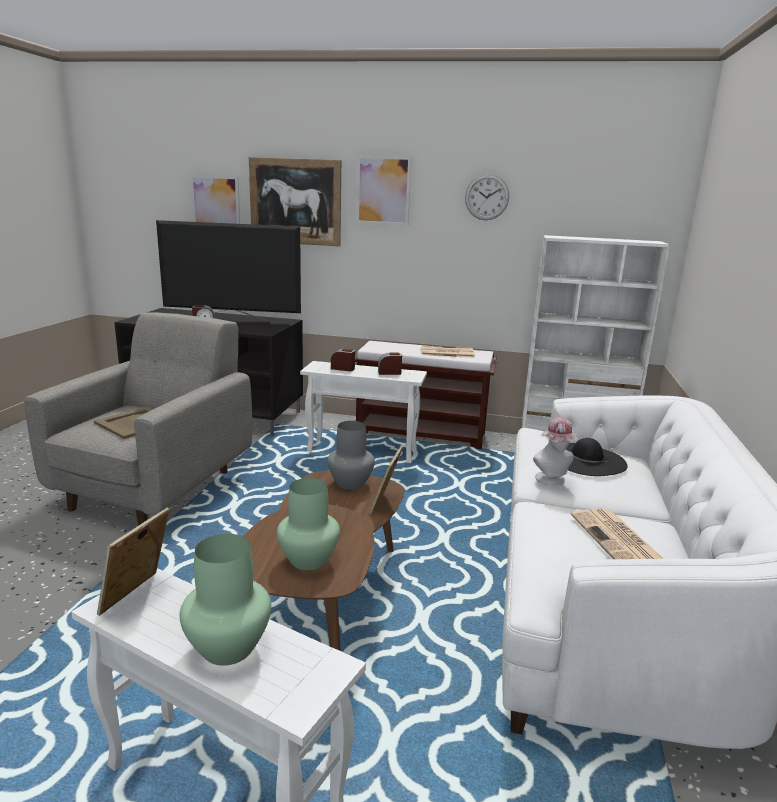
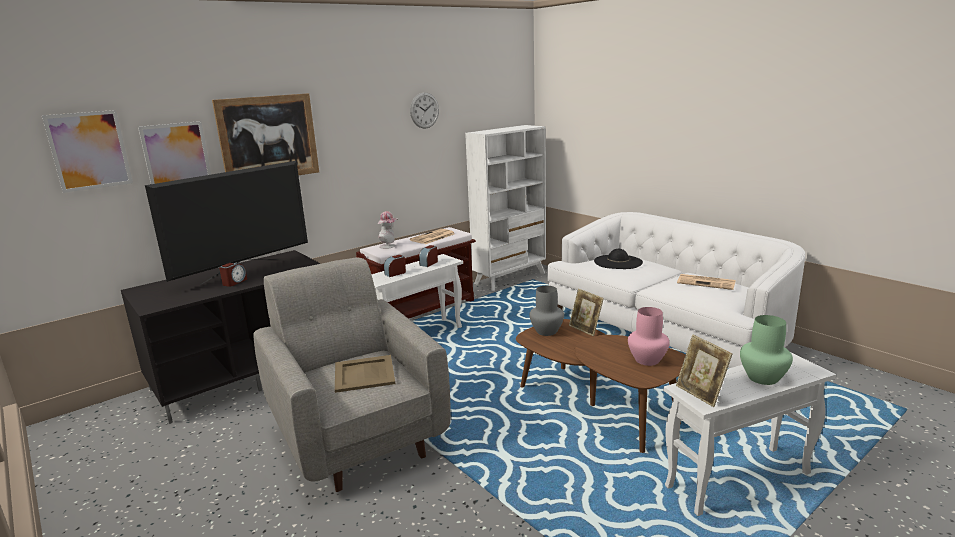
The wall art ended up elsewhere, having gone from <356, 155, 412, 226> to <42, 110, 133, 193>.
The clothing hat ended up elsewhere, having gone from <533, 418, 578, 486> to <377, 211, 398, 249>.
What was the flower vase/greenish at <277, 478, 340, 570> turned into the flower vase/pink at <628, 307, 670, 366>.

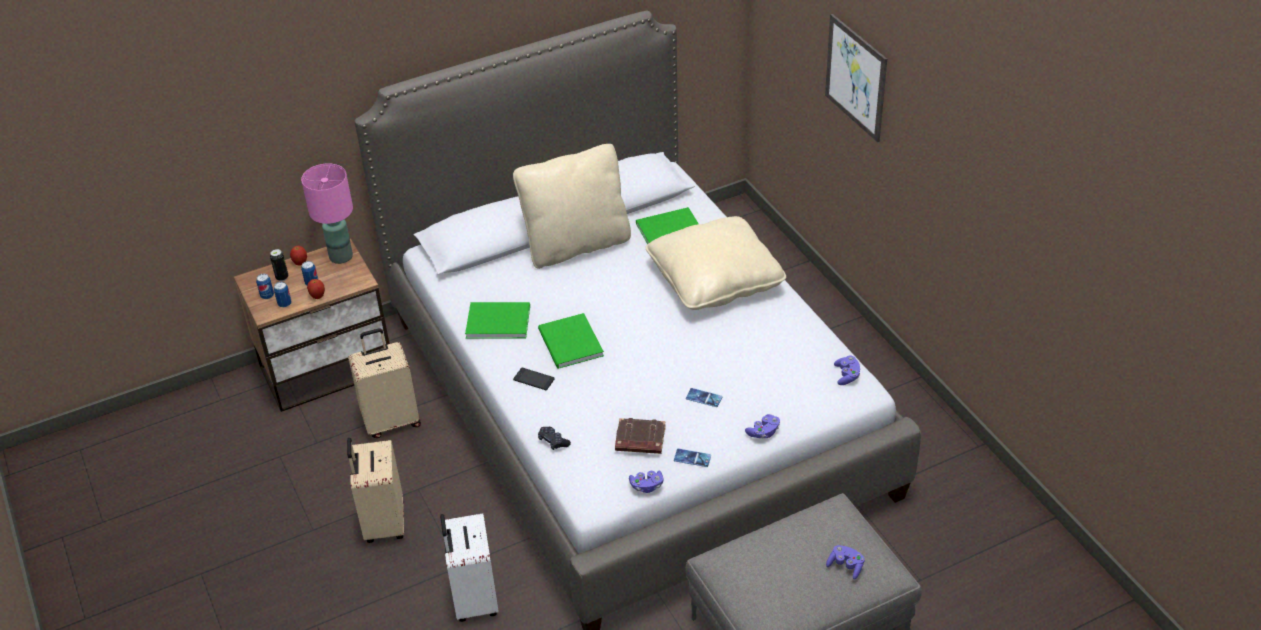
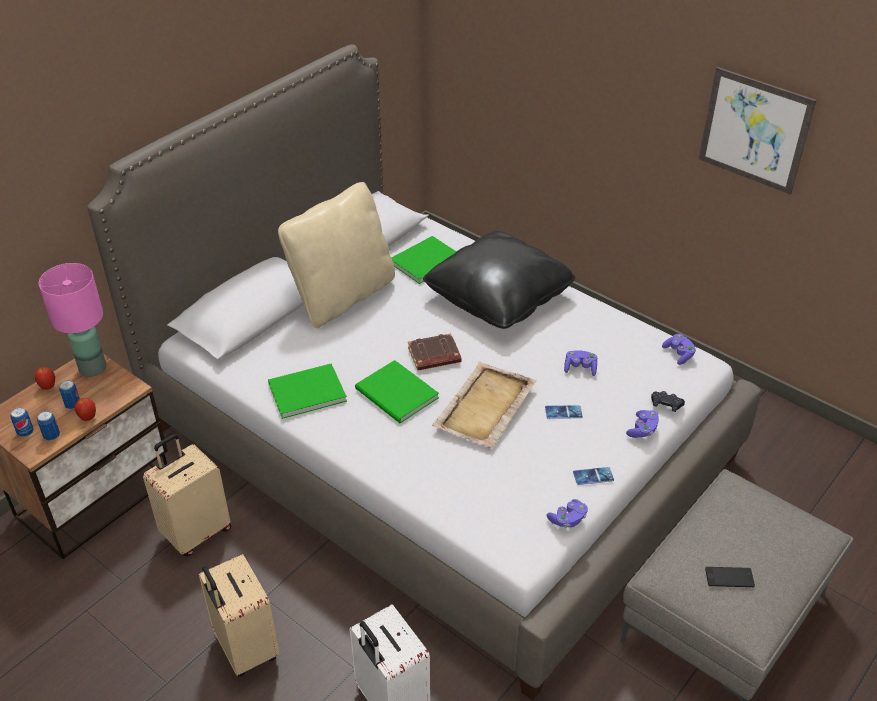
The second view lost the can at <270, 249, 288, 281>.
The second view gained the carrying tray/beige at <432, 362, 537, 448>.
The phone ended up elsewhere, having gone from <513, 368, 555, 390> to <705, 567, 755, 587>.
The gamepad/black-coloured ended up elsewhere, having gone from <538, 427, 571, 450> to <651, 391, 685, 412>.
The book/brownish ended up elsewhere, having gone from <615, 418, 666, 454> to <408, 333, 461, 371>.
The wall art ended up elsewhere, having gone from <825, 14, 887, 142> to <699, 67, 816, 194>.
The gamepad/purple-coloured ended up elsewhere, having gone from <826, 545, 865, 580> to <564, 350, 597, 376>.
What was the cushion/beige at <645, 216, 786, 310> turned into the cushion/black-coloured at <423, 231, 575, 329>.

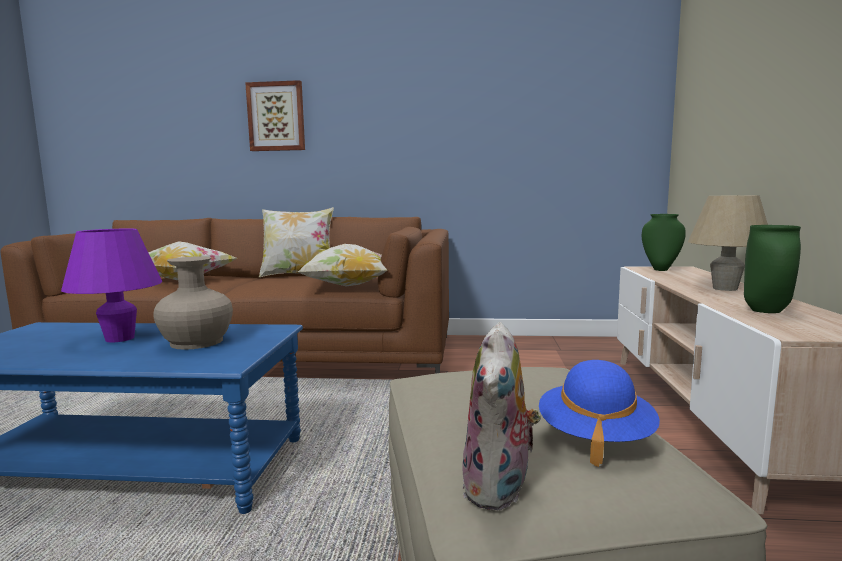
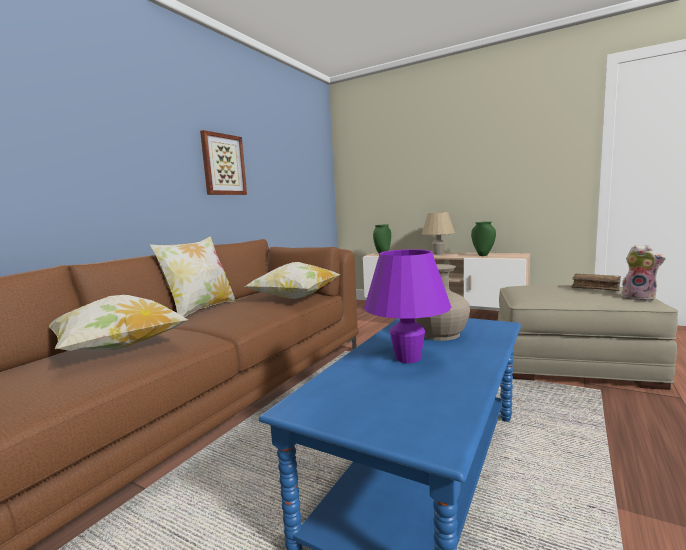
The wall art ended up elsewhere, having gone from <245, 80, 305, 151> to <200, 130, 247, 195>.
Where the clothing hat/blue-coloured stood at <539, 360, 660, 467>, the book/brownish came to stand at <572, 274, 621, 291>.

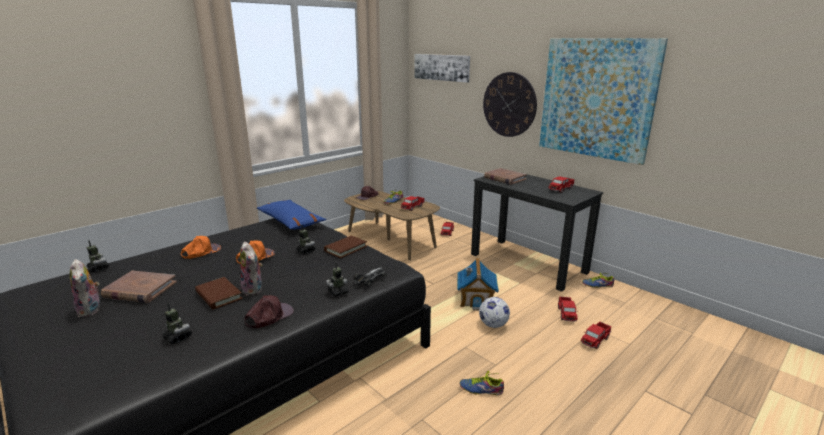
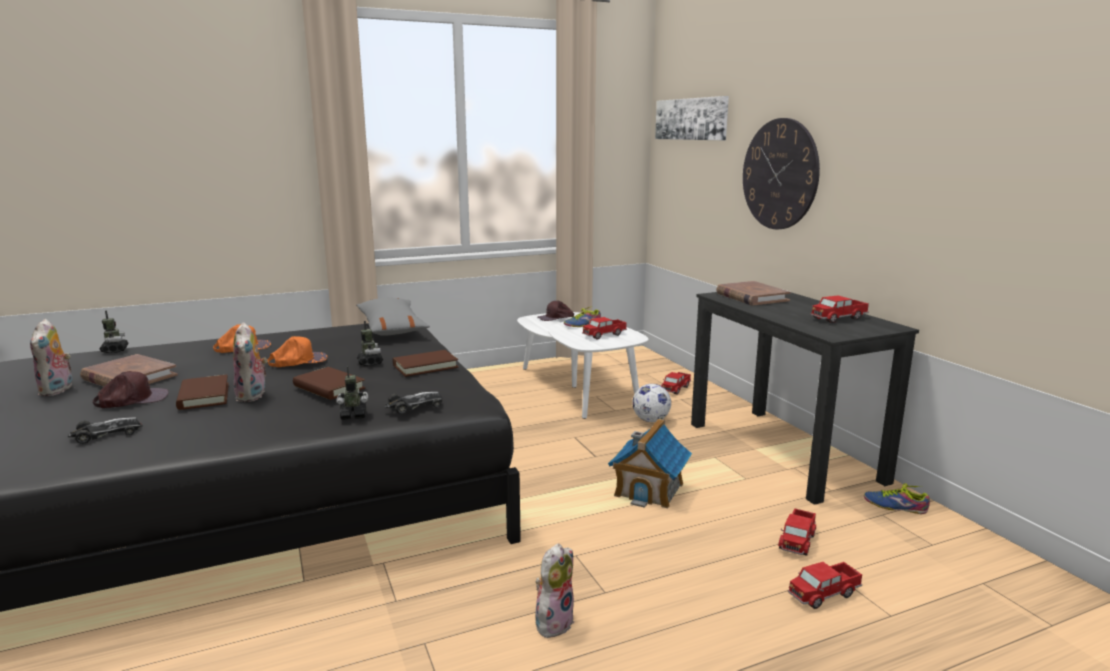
The second view lost the wall art at <539, 38, 668, 165>.
The second view gained the book/brownish at <293, 367, 366, 400>.
The baseball cap/brownish ended up elsewhere, having gone from <245, 295, 294, 328> to <93, 371, 169, 408>.
The ball for football ended up elsewhere, having gone from <479, 297, 510, 328> to <632, 384, 671, 422>.
Where the robot figure stood at <162, 303, 192, 344>, the model car came to stand at <68, 417, 143, 444>.
Where the shoe stood at <459, 371, 504, 395>, the soft toy came to stand at <535, 543, 575, 638>.
What was the cushion/blue-coloured at <257, 200, 326, 229> turned into the cushion/grey at <356, 298, 430, 336>.
What was the coffee table/brownish at <344, 191, 440, 260> turned into the coffee table/whitish at <517, 312, 648, 419>.

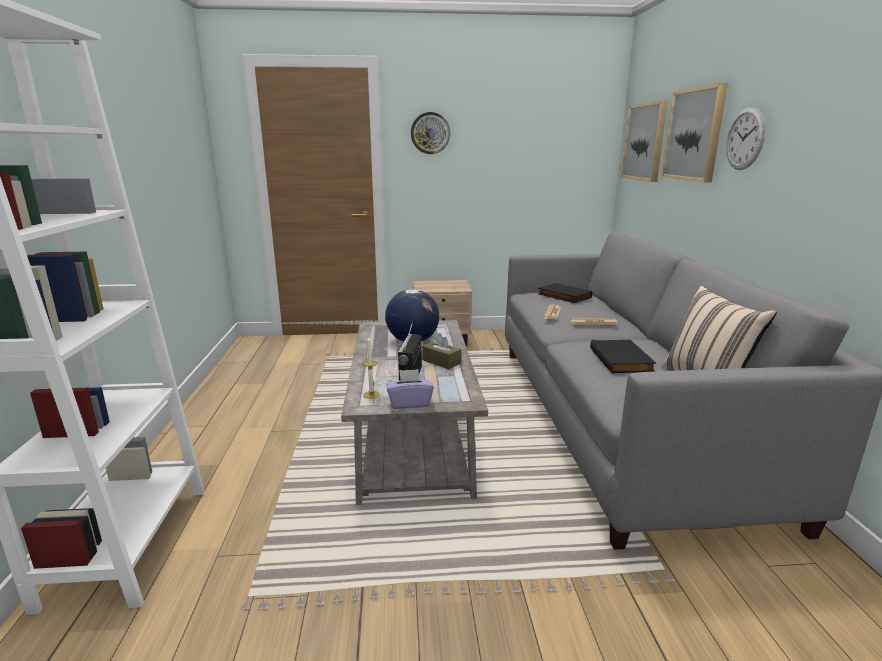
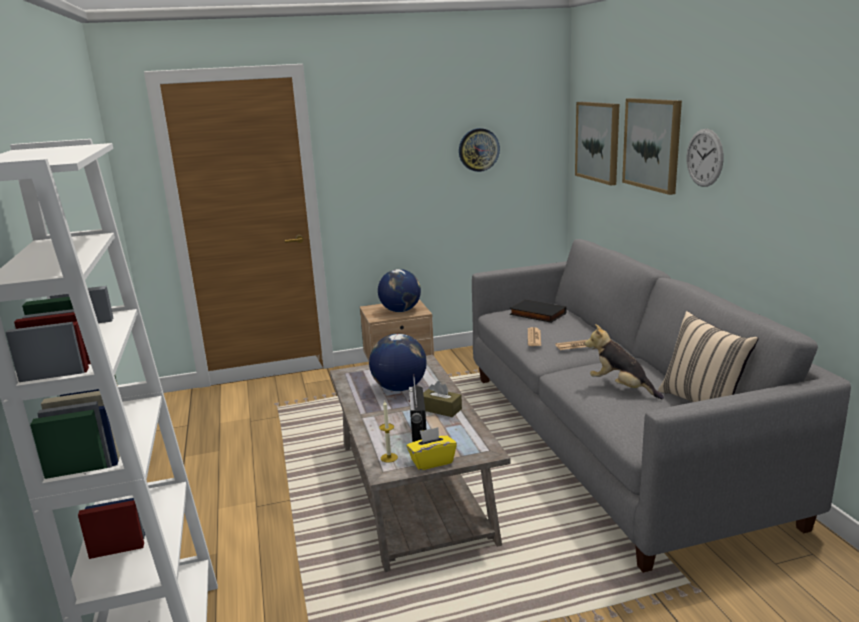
The second view gained the desk globe at <378, 269, 421, 312>.
The wall clock ended up elsewhere, having gone from <411, 112, 450, 154> to <459, 128, 500, 172>.
Where the book/black-coloured stood at <590, 340, 656, 373>, the soft toy came to stand at <585, 324, 664, 399>.
What was the tissue holder/purple-coloured at <387, 369, 434, 409> turned into the tissue holder/yellow-coloured at <407, 427, 457, 470>.

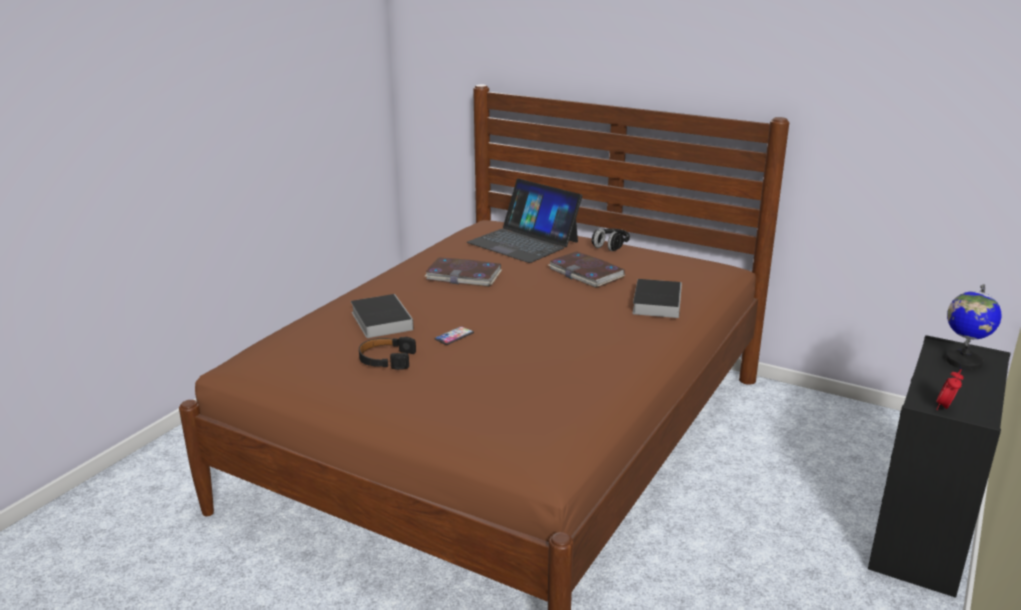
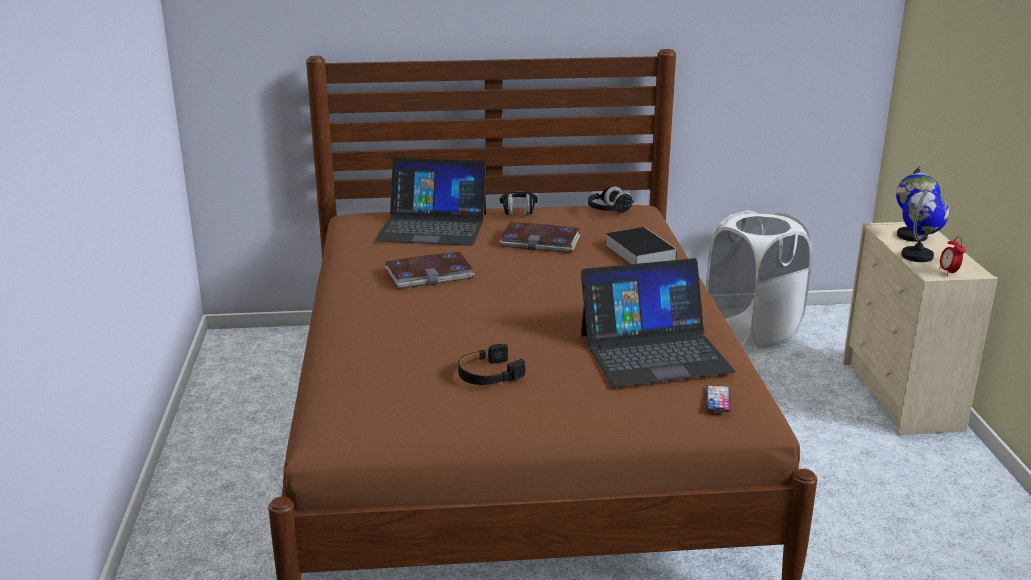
The second view lost the book at <351, 294, 414, 338>.
The second view gained the portable computer at <581, 258, 735, 387>.
The second view gained the headphones/black-coloured at <588, 186, 635, 213>.
The second view gained the washing basket/whitish at <706, 210, 812, 348>.
The second view gained the desk globe at <901, 189, 949, 262>.
The phone ended up elsewhere, having gone from <434, 326, 474, 345> to <706, 385, 731, 412>.
What was the dresser/black-coloured at <868, 335, 1011, 598> turned into the dresser/beige at <843, 222, 998, 435>.

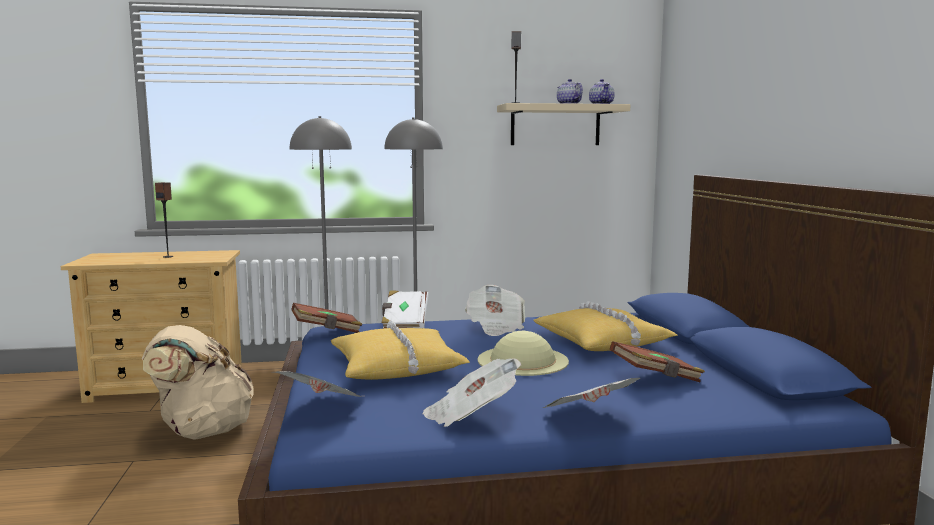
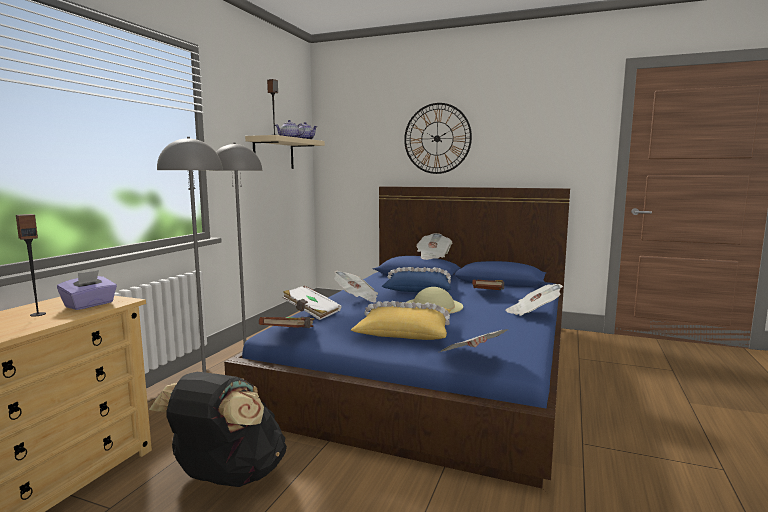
The second view gained the tissue holder/purple-coloured at <57, 270, 117, 310>.
The second view gained the wall clock at <404, 103, 472, 174>.
The newspaper ended up elsewhere, having gone from <423, 358, 521, 427> to <416, 233, 452, 260>.
What was the knapsack/beige at <142, 325, 254, 440> turned into the knapsack/black-coloured at <149, 372, 287, 487>.
What was the cushion/yellow-coloured at <533, 301, 678, 351> turned into the cushion/blue-coloured at <382, 267, 451, 292>.

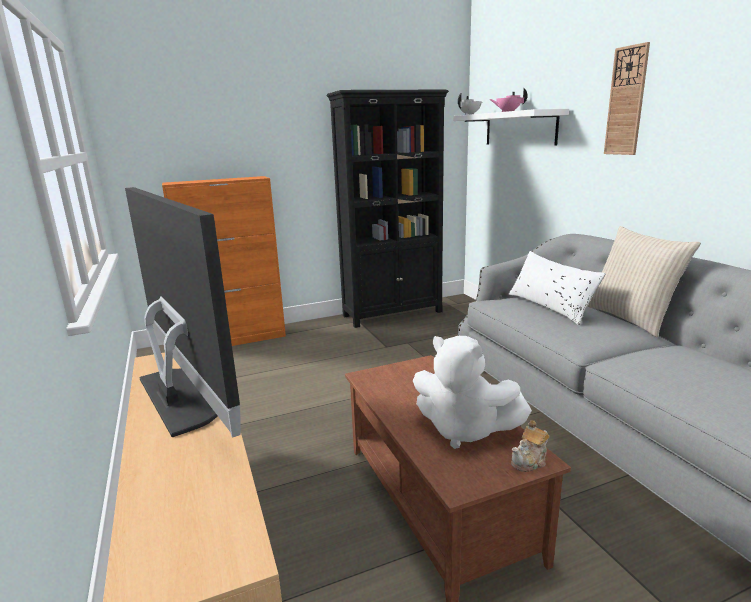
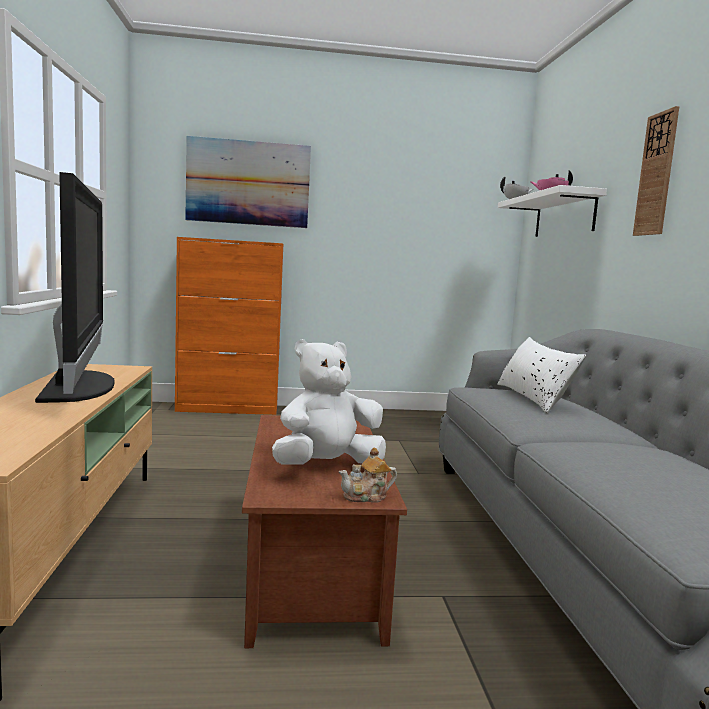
The second view lost the shelving unit/black-coloured at <327, 90, 449, 328>.
The second view lost the cushion/beige at <587, 226, 701, 337>.
The second view gained the wall art at <185, 136, 311, 228>.
The soft toy/whitish at <413, 336, 532, 449> ended up facing another way, 105 degrees clockwise from before.

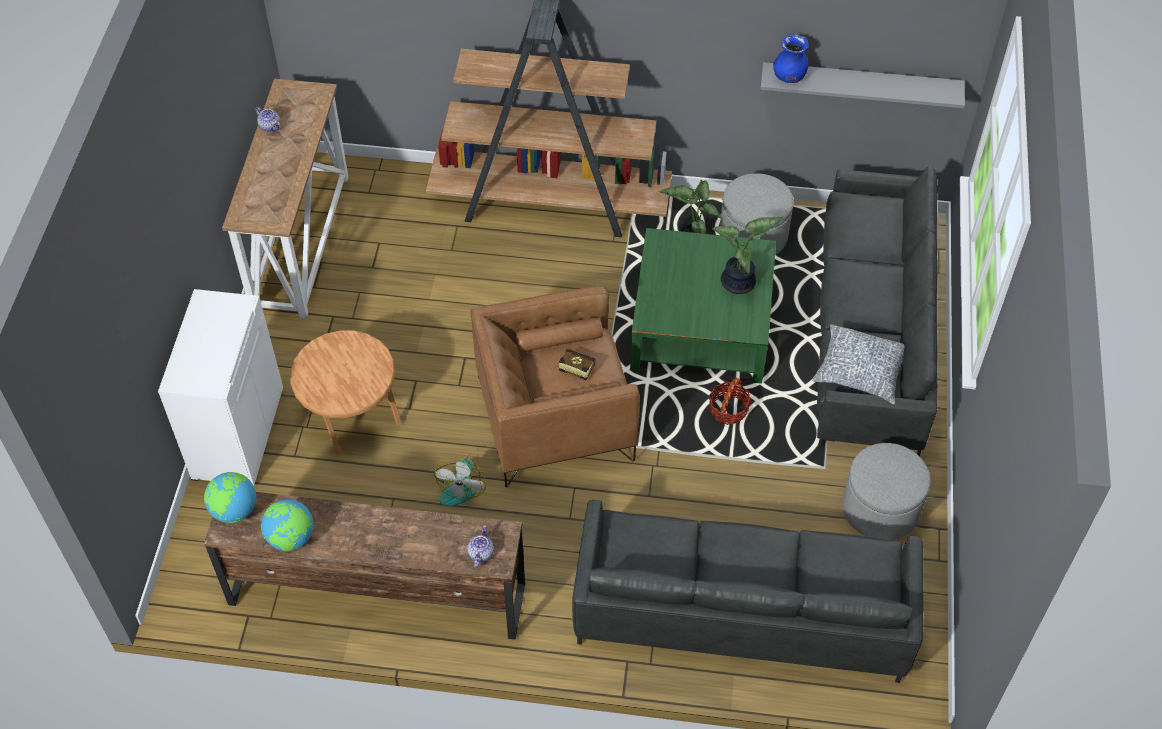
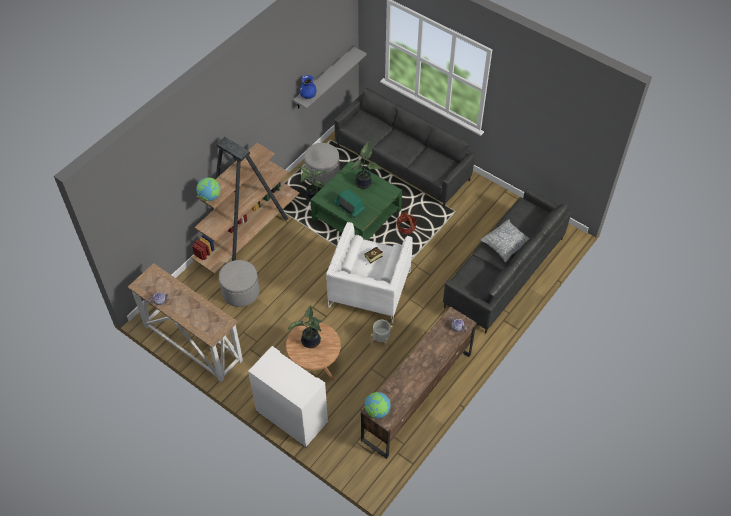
The second view gained the houseplant at <288, 305, 322, 348>.
The second view gained the radio set at <333, 189, 365, 218>.
The desk globe ended up elsewhere, having gone from <261, 499, 314, 551> to <196, 177, 220, 201>.
The cushion ended up elsewhere, having gone from <812, 324, 904, 405> to <480, 219, 530, 262>.
The ottoman/grey ended up elsewhere, having gone from <842, 443, 931, 540> to <219, 260, 259, 307>.
Where the electric fan stood at <434, 457, 486, 506>, the flower pot/grey came to stand at <371, 320, 392, 349>.
What was the lounge chair/brownish at <470, 286, 640, 487> turned into the lounge chair/whitish at <326, 222, 413, 323>.

